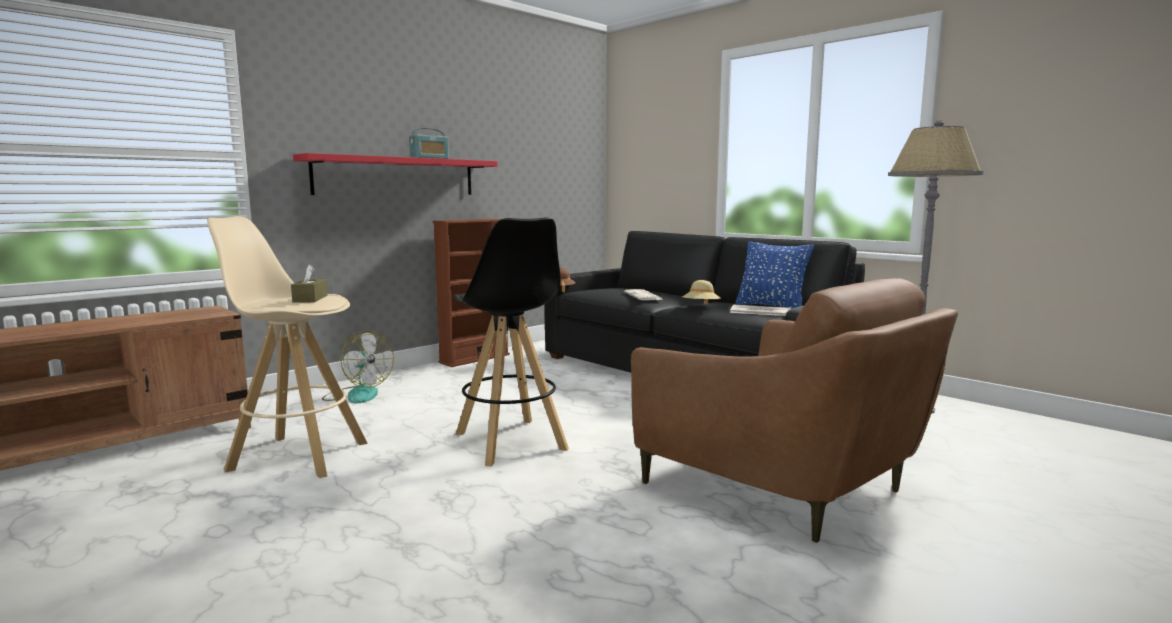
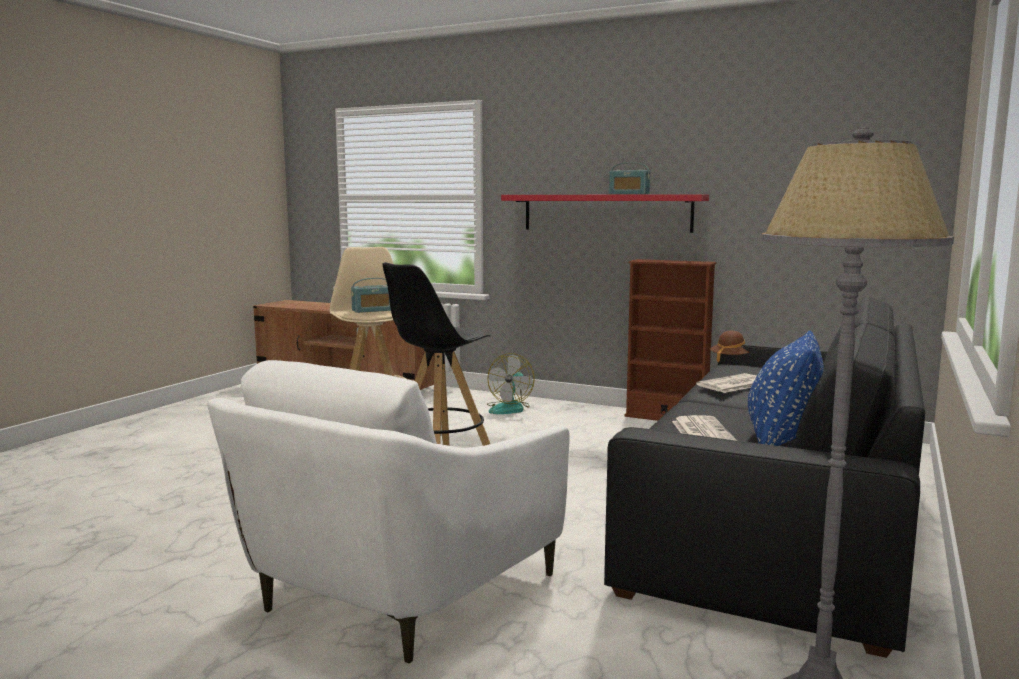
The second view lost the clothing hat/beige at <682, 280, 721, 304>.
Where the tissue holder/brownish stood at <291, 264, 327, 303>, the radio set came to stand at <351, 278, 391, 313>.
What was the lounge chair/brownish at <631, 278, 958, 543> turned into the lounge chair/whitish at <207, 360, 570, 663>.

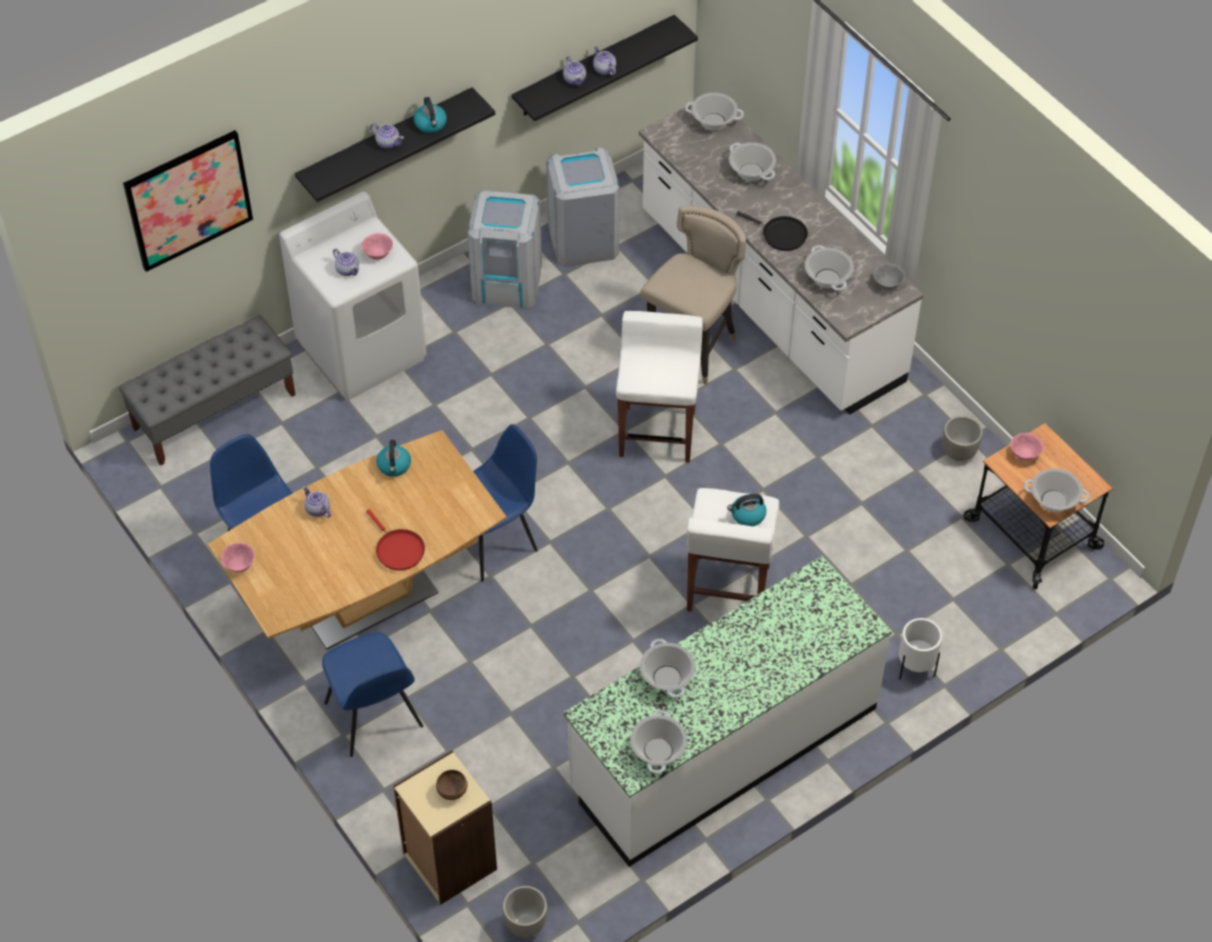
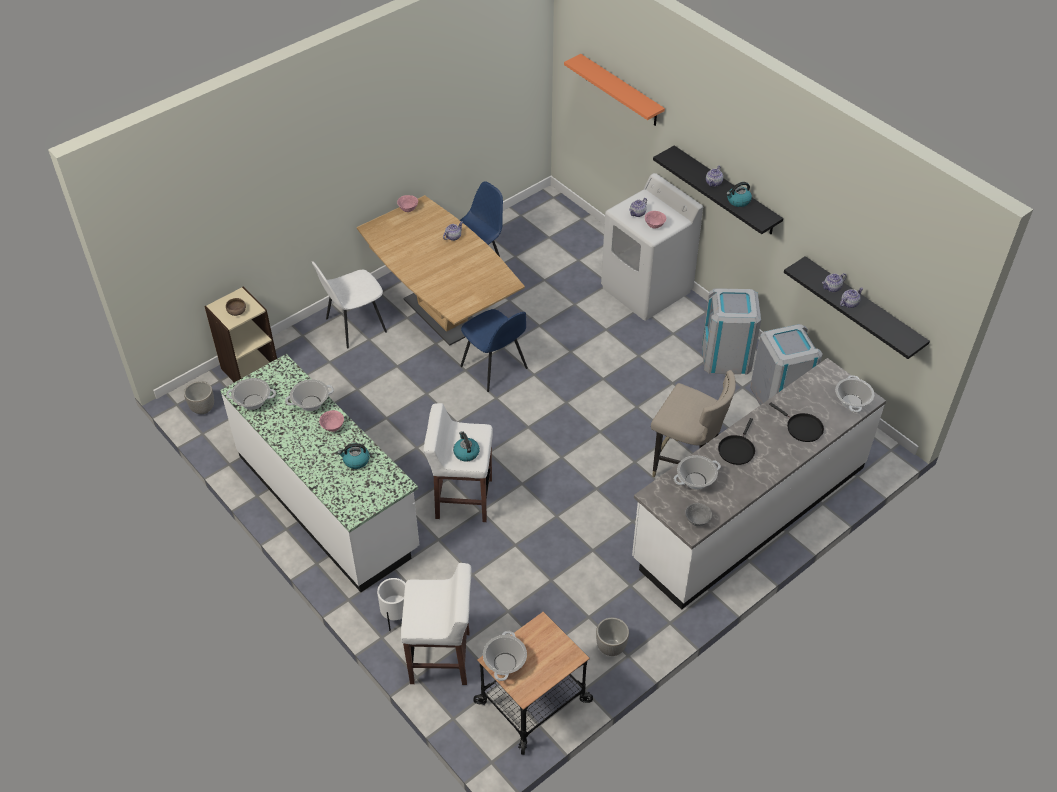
The second view lost the long seat/grey at <119, 315, 295, 466>.
The second view lost the pan/red at <366, 509, 425, 570>.
The water kettle ended up elsewhere, having gone from <376, 440, 411, 477> to <338, 443, 370, 469>.
The stool seat/whitish ended up elsewhere, having gone from <616, 311, 703, 462> to <401, 563, 472, 685>.
The serving bowl/pink ended up elsewhere, having gone from <1011, 433, 1043, 461> to <319, 410, 344, 432>.
Where the wall art hung at <123, 130, 253, 272>, the shelf/orange came to hang at <564, 54, 665, 126>.
Where the saucepot stood at <729, 142, 776, 181>, the pan/black-coloured came to stand at <769, 403, 824, 442>.
What was the chair/blue-coloured at <322, 633, 423, 757> turned into the chair/whitish at <312, 261, 387, 349>.

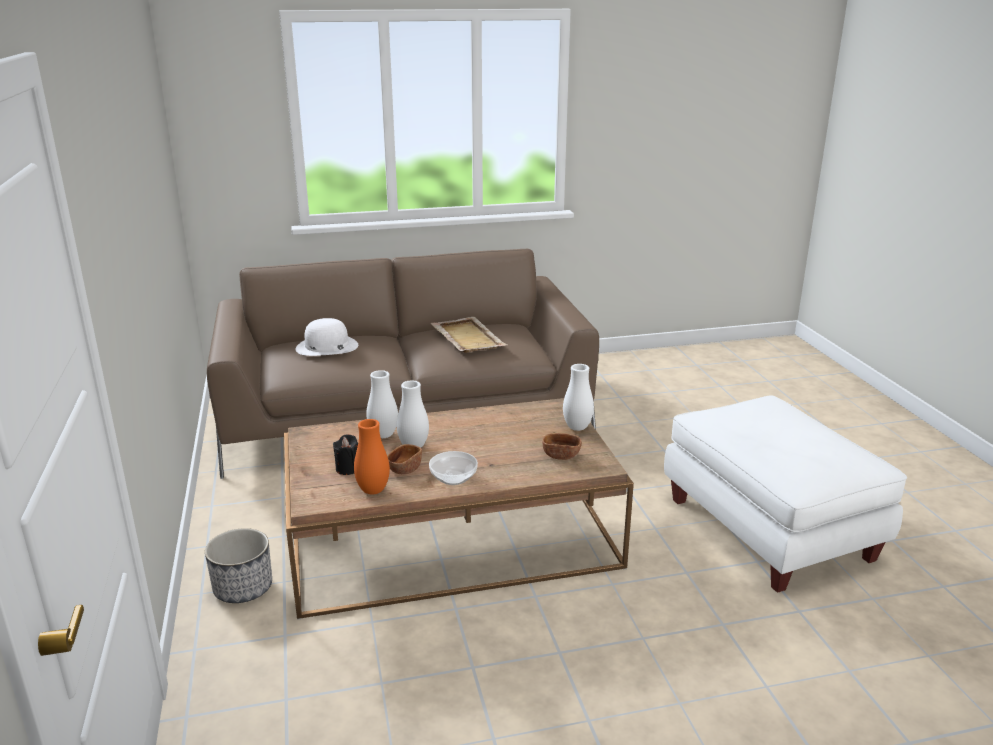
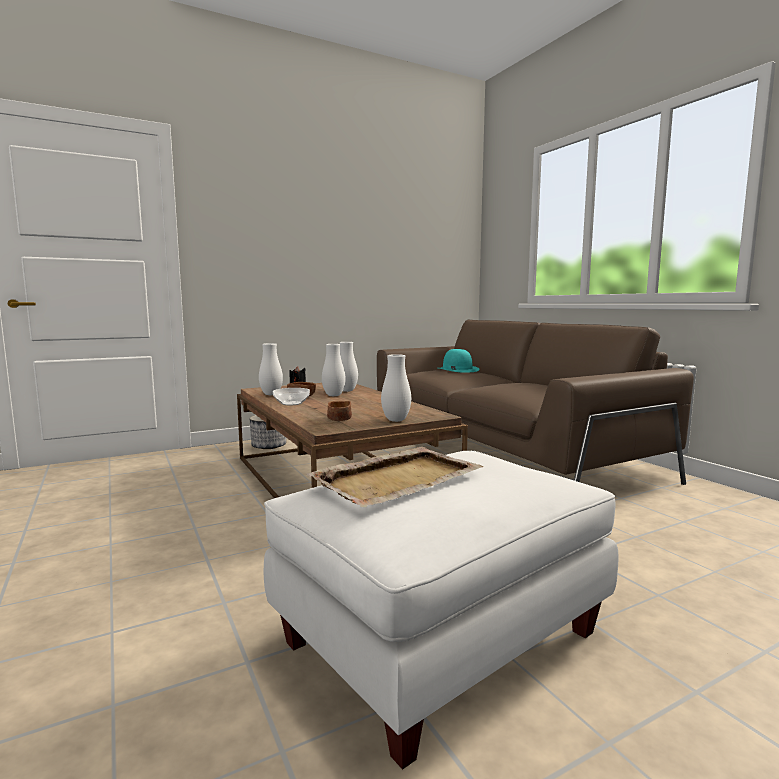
The carrying tray/beige ended up elsewhere, having gone from <431, 317, 507, 353> to <307, 447, 483, 507>.
What was the clothing hat/whitish at <296, 318, 358, 356> turned into the clothing hat/turquoise at <439, 349, 479, 373>.
What was the flower vase/orange at <354, 419, 390, 495> turned into the flower vase/whitish at <259, 343, 283, 395>.

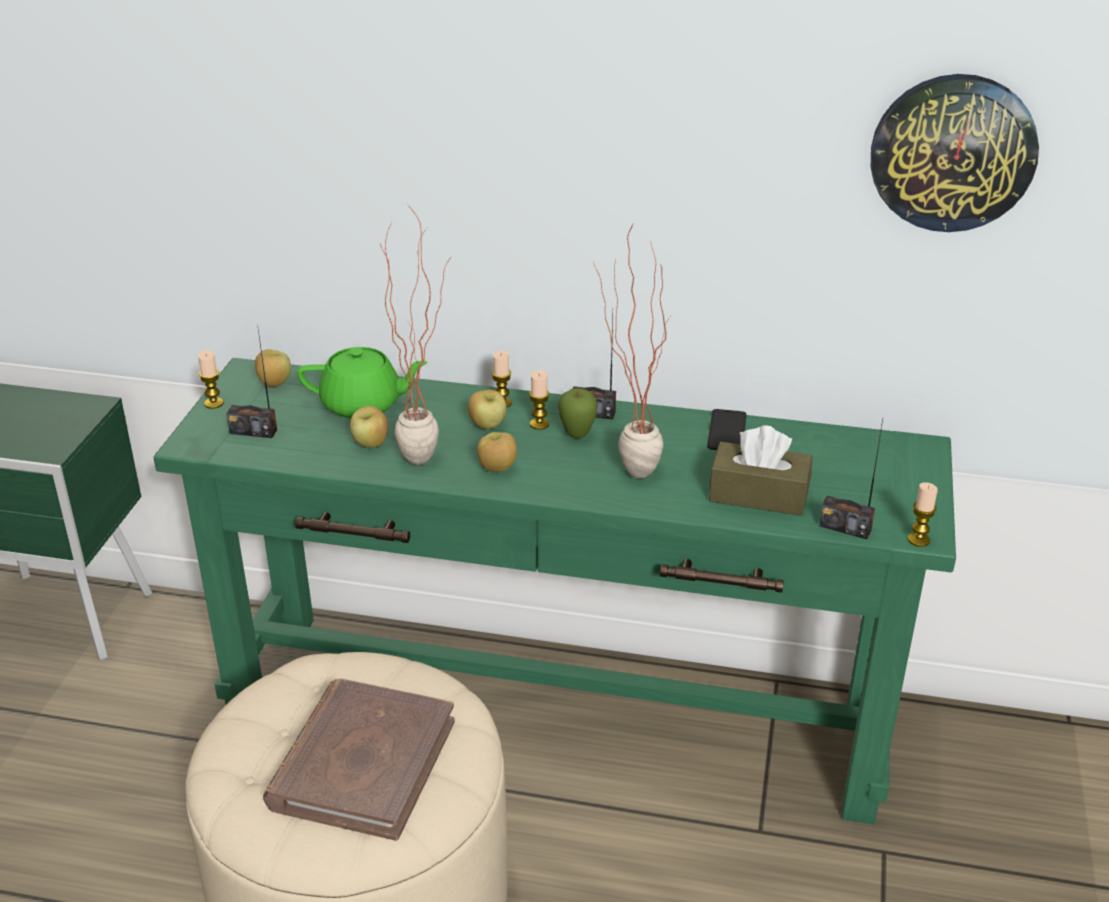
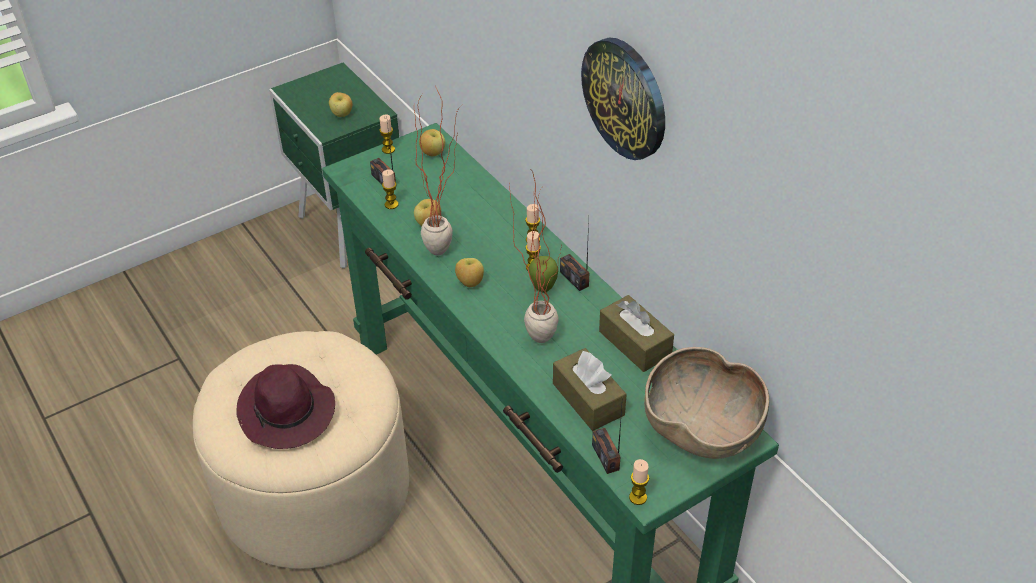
The second view lost the tea pot/greenish at <297, 347, 428, 419>.
The second view gained the wax candle at <382, 169, 398, 209>.
The second view gained the serving bowl/brownish at <644, 347, 769, 459>.
The whole apple ended up elsewhere, having gone from <468, 390, 507, 429> to <329, 92, 352, 117>.
The wall clock ended up elsewhere, having gone from <871, 74, 1039, 232> to <581, 38, 665, 160>.
Where the book/brownish stood at <263, 678, 455, 841>, the clothing hat/purple-coloured came to stand at <237, 364, 335, 449>.
Where the phone stood at <707, 409, 747, 450>, the tissue holder/brownish came to stand at <599, 295, 674, 372>.

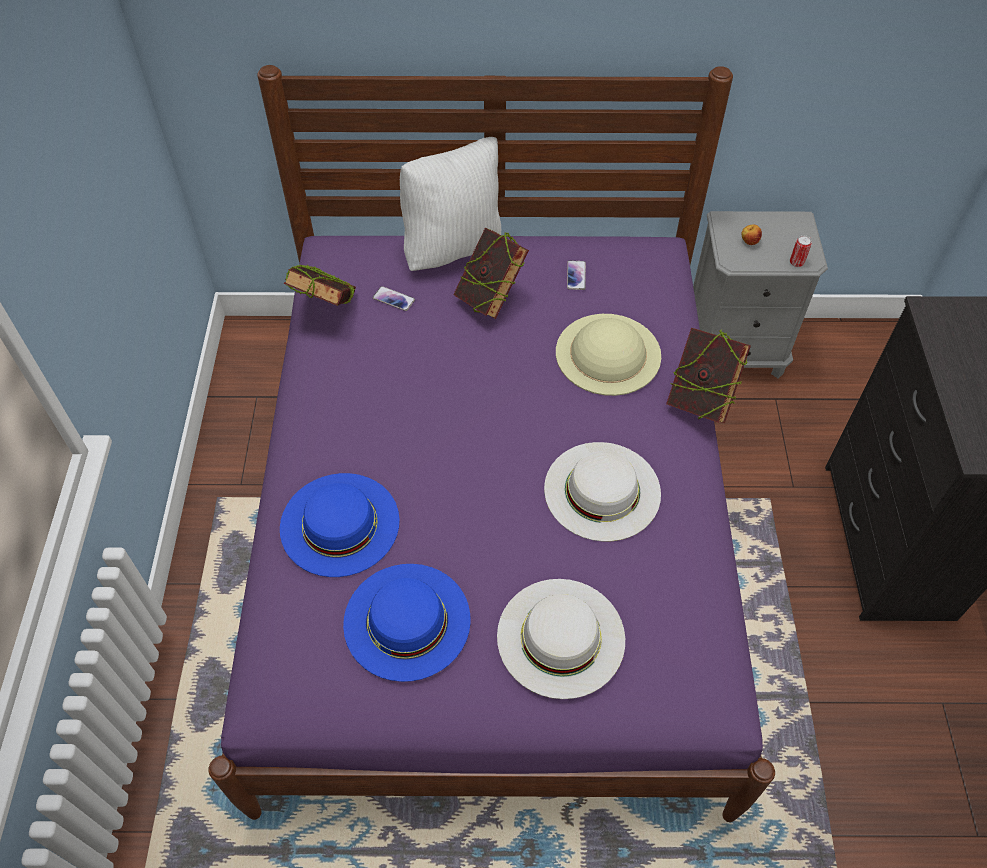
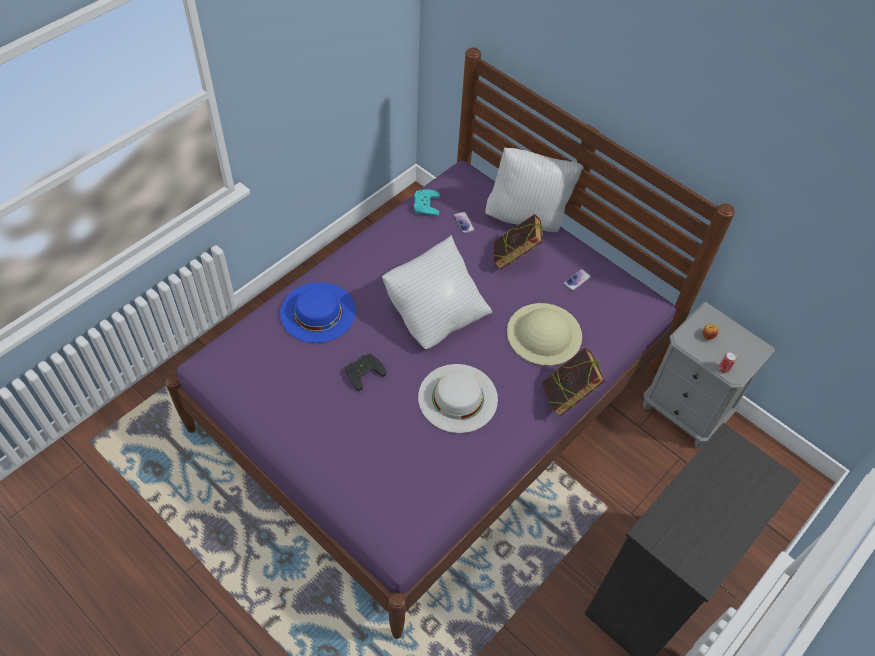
The second view lost the clothing hat/blue-coloured at <343, 564, 471, 682>.
The second view lost the clothing hat/whitish at <497, 579, 625, 699>.
The second view gained the gamepad/black-coloured at <345, 354, 387, 391>.
The second view gained the cushion/whitish at <382, 235, 492, 349>.
Where the book stood at <284, 265, 356, 306>, the gamepad/turquoise came to stand at <414, 190, 440, 216>.

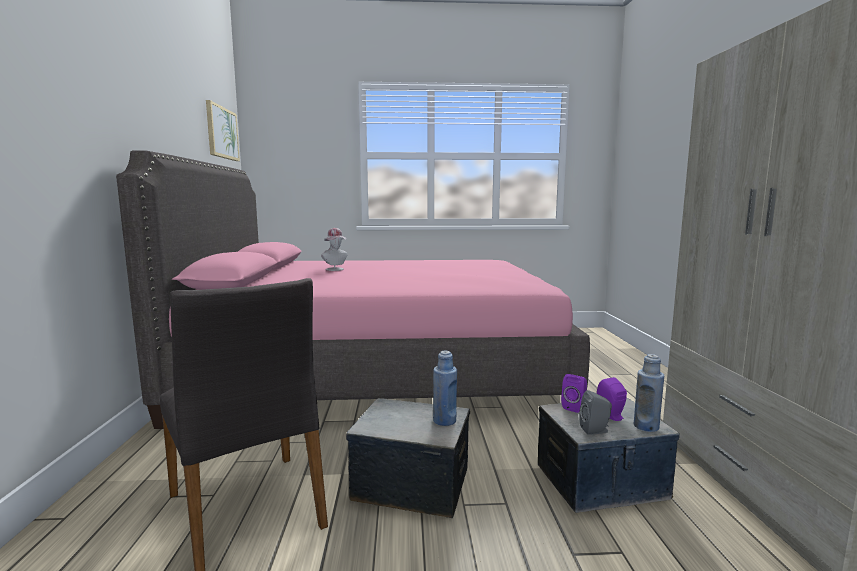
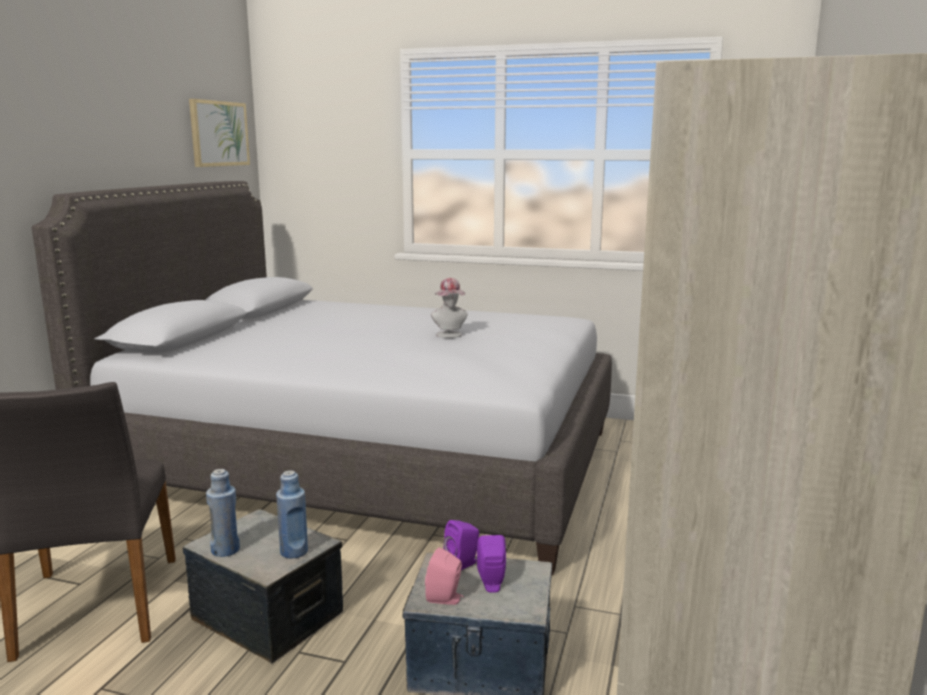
The clothing hat ended up elsewhere, having gone from <321, 228, 348, 271> to <431, 278, 468, 338>.
The bottle/blue-coloured ended up elsewhere, having gone from <633, 354, 664, 432> to <206, 469, 240, 557>.
What was the bedroom bed/pink at <116, 150, 590, 429> turned into the bedroom bed/grey at <32, 181, 612, 575>.
What was the loudspeaker/grey at <579, 390, 612, 435> turned into the loudspeaker/pink at <425, 547, 464, 605>.

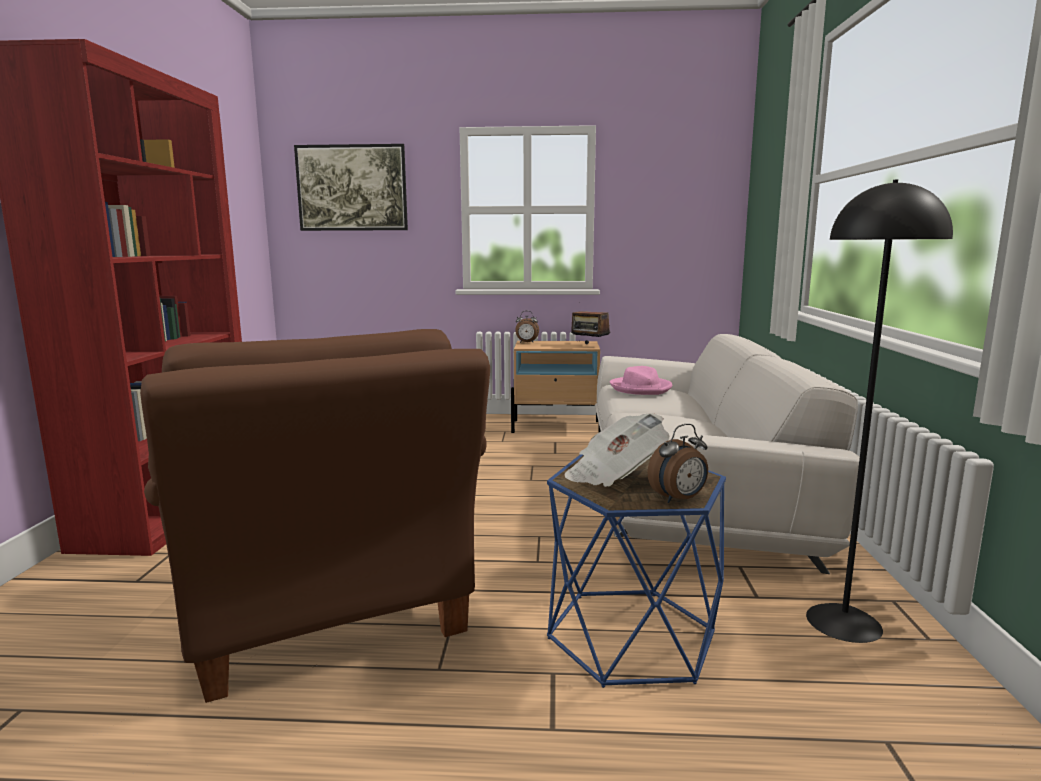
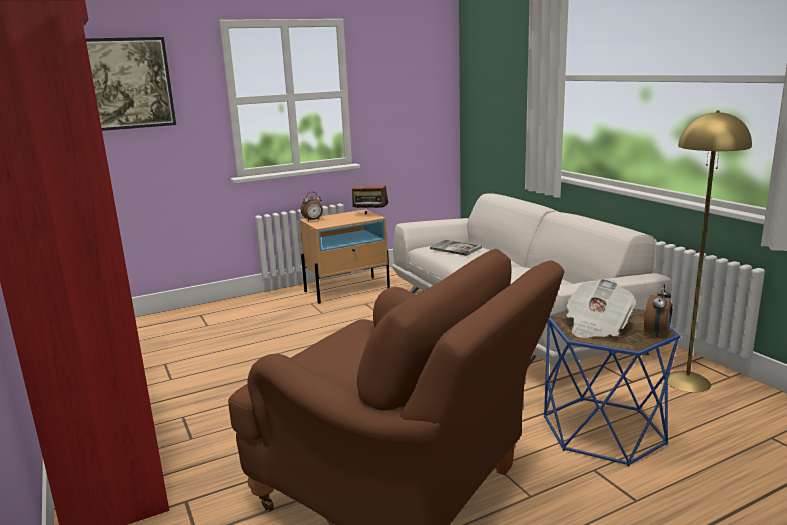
Where the clothing hat/pink stood at <610, 366, 672, 395>, the book came to stand at <430, 240, 482, 256>.
What was the standard lamp/black-coloured at <806, 180, 953, 643> turned into the standard lamp/yellow-coloured at <664, 110, 752, 392>.

